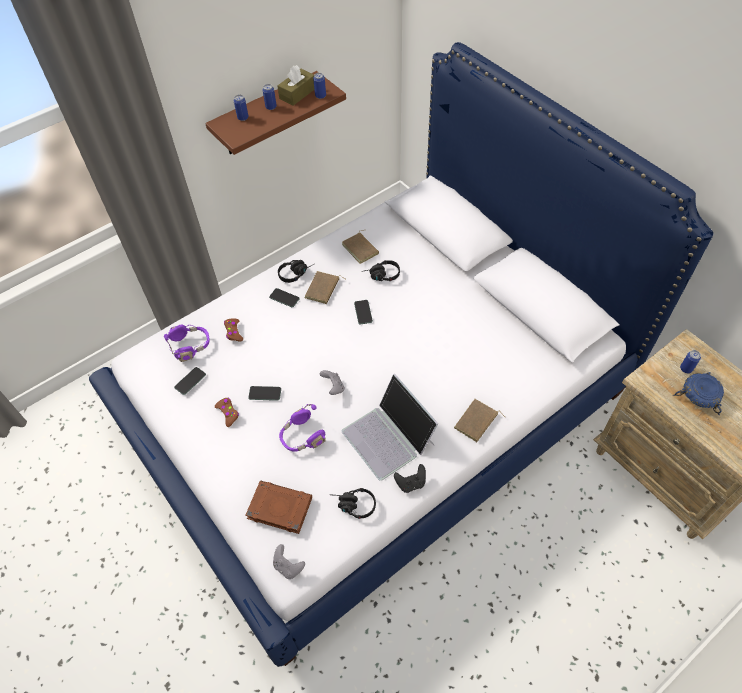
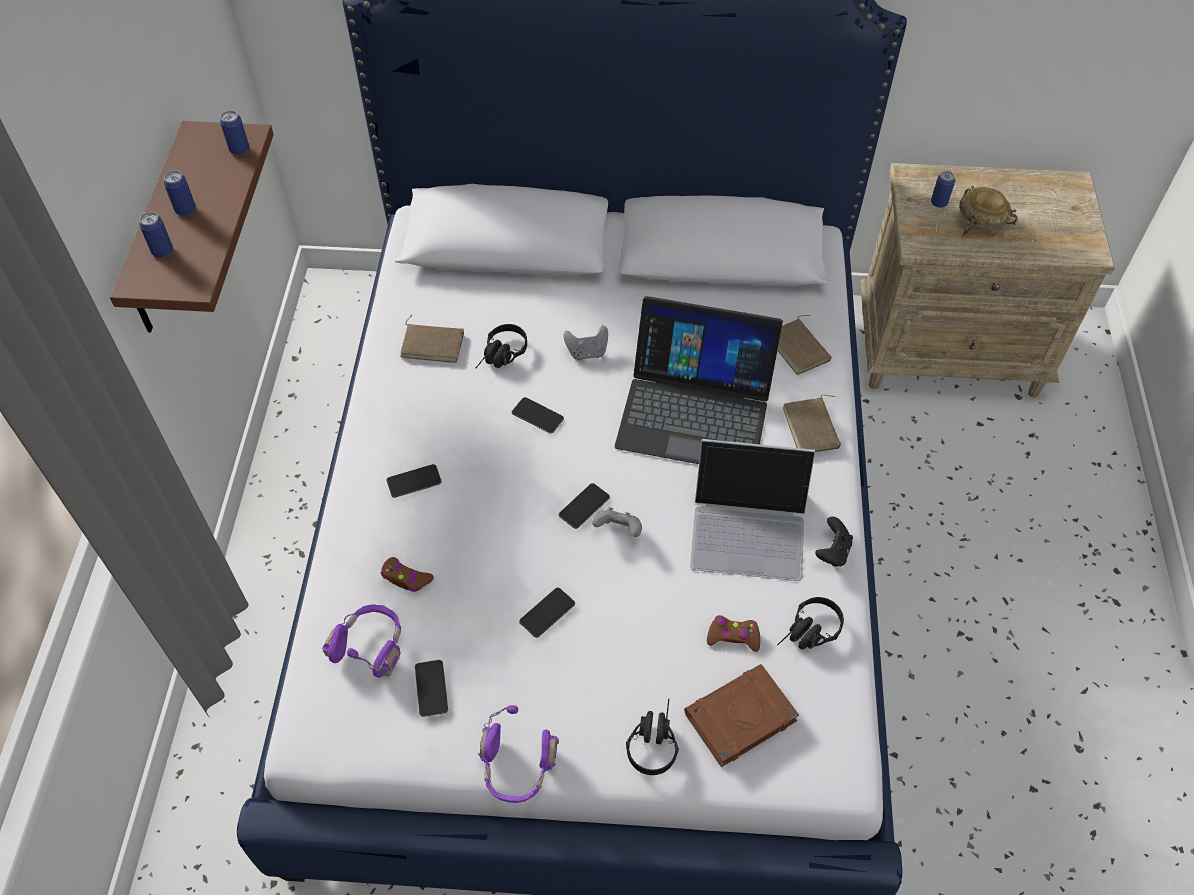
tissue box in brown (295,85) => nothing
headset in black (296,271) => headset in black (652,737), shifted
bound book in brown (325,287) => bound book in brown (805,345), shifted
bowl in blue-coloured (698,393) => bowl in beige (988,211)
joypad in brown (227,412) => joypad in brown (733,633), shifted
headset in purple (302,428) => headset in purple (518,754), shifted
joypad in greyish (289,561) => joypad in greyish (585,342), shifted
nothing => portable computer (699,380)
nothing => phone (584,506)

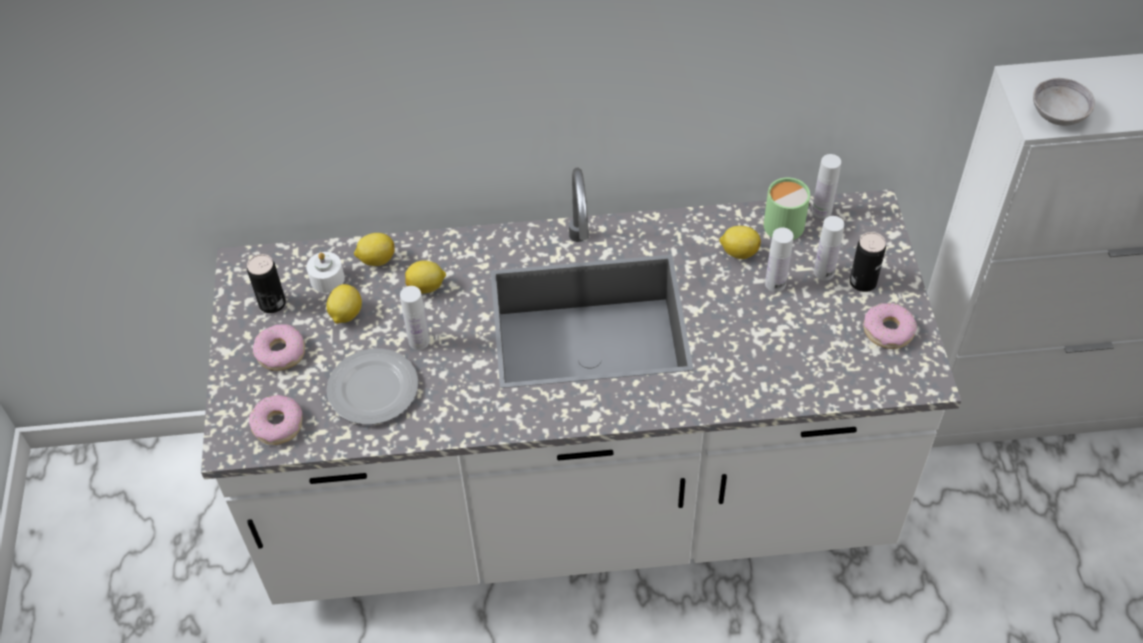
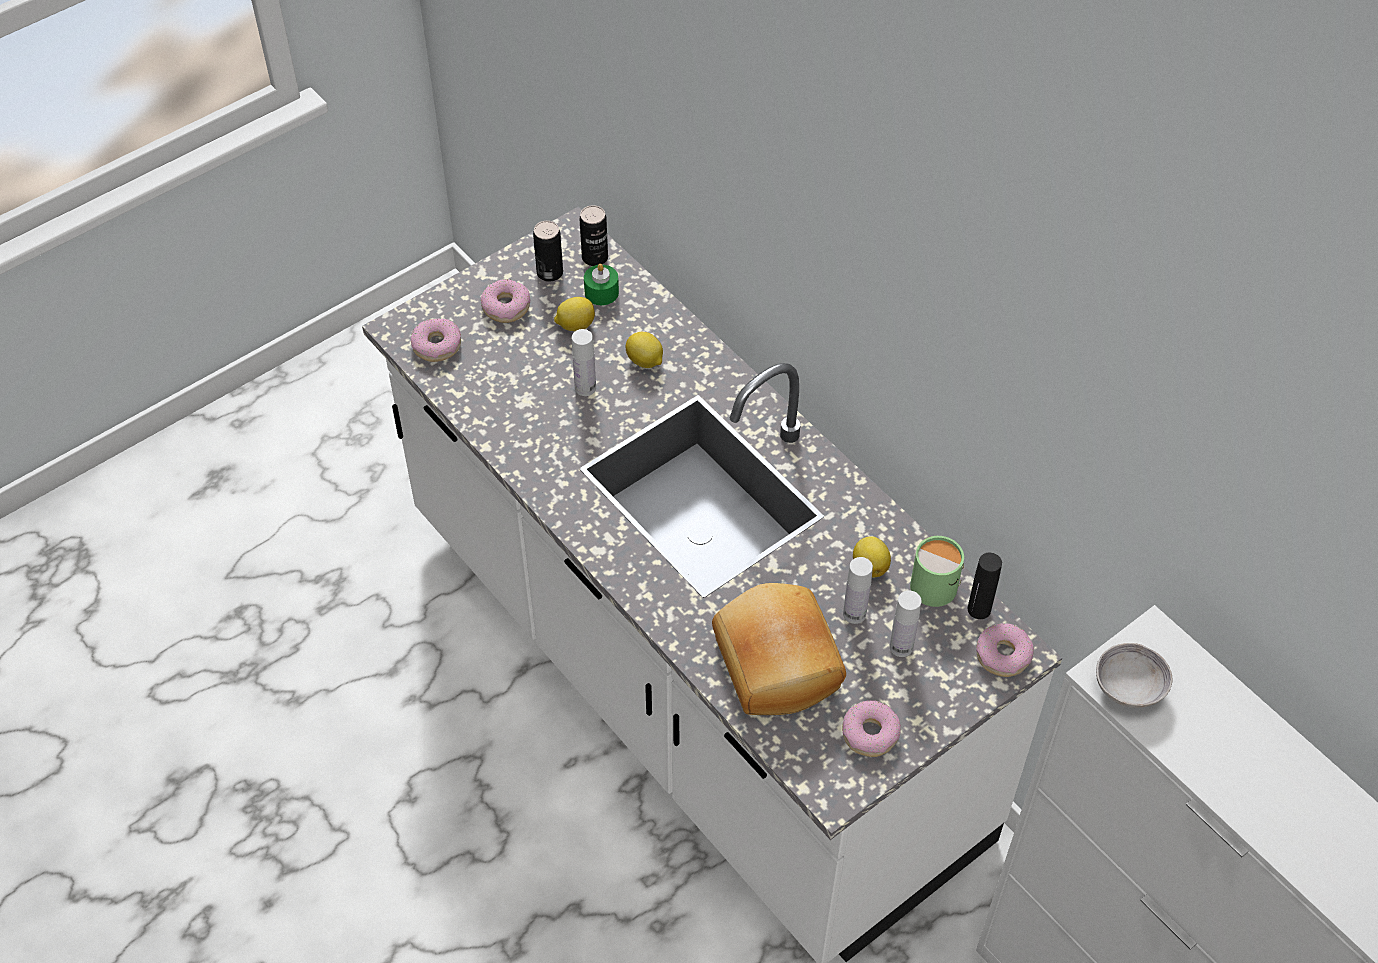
bottle in white-coloured (826,186) => bottle in black (985,586)
metal can (868,262) => metal can (594,235), shifted
lemon (374,249) => nothing
wax candle in white-coloured (325,272) => wax candle in green-coloured (601,284)
flat dish (372,386) => nothing
nothing => bread (779,649)
nothing => doughnut (1005,650)

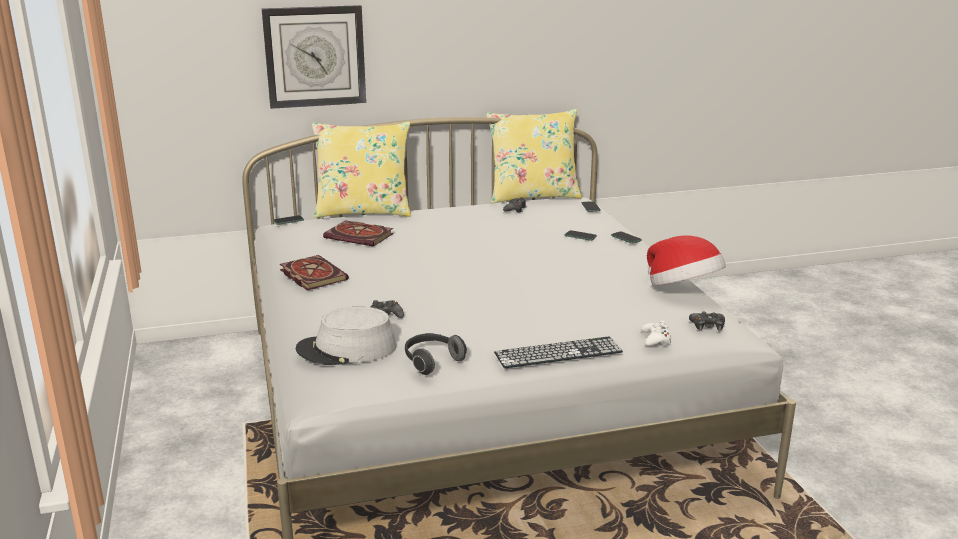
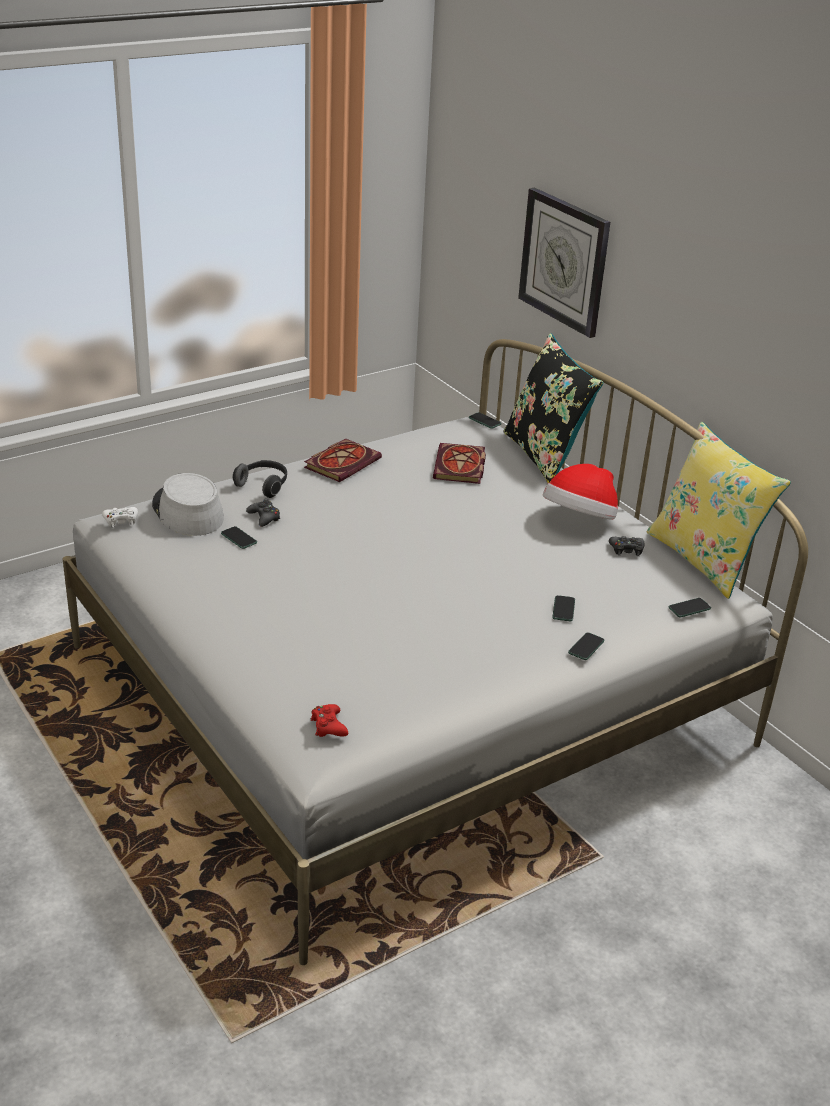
cushion in yellow (361,170) => cushion in black (553,408)
wearable hat (686,261) => wearable hat (580,492), shifted
joypad in black (707,321) => joypad in reddish (329,720)
joypad in white-coloured (656,333) => joypad in white-coloured (120,517), shifted
headset (436,354) => headset (259,479), shifted
computer keyboard (558,352) => nothing
nothing => phone (239,537)

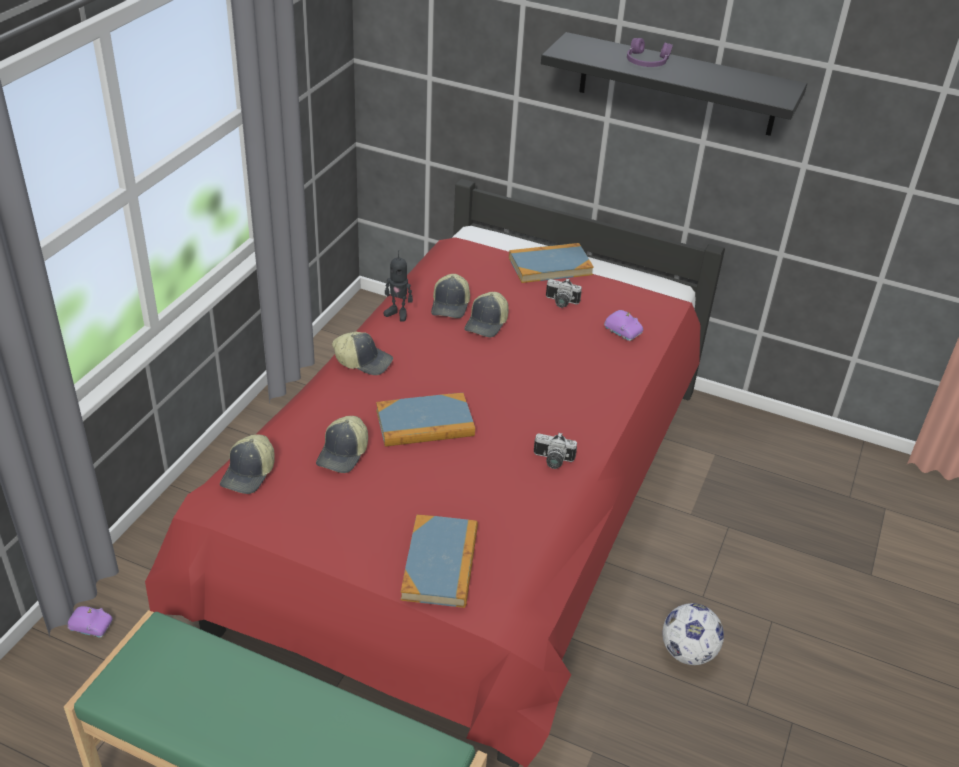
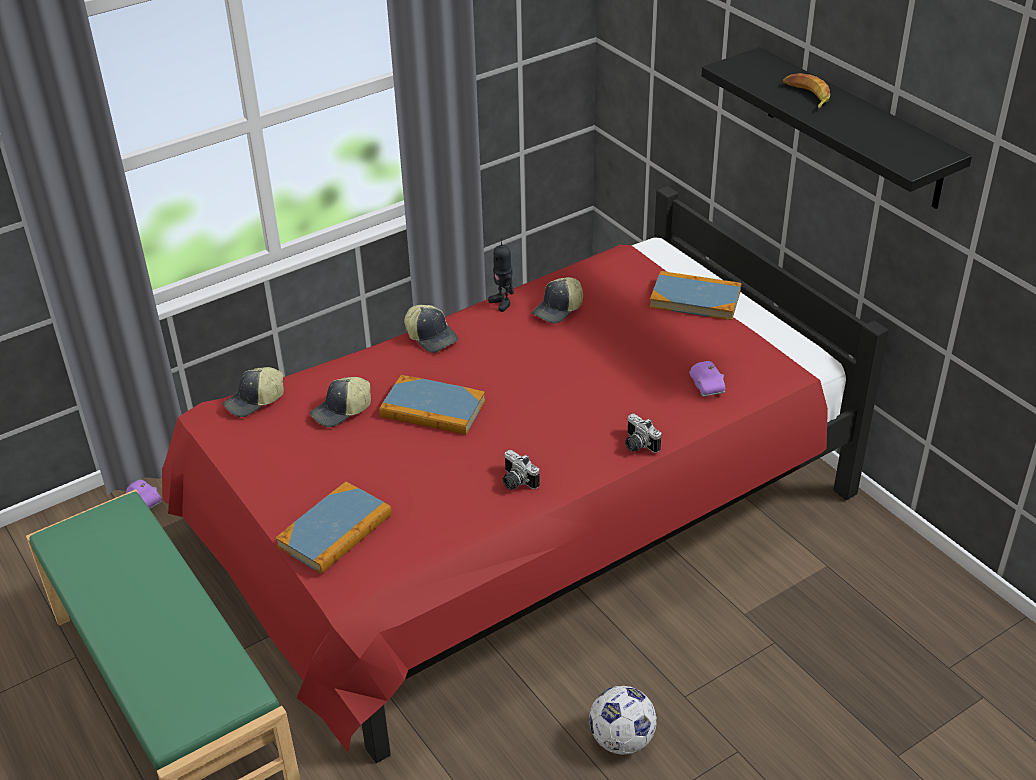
headset in purple (650,52) => banana (806,90)
photo camera (564,293) => photo camera (643,433), shifted
peaked cap (486,314) => nothing

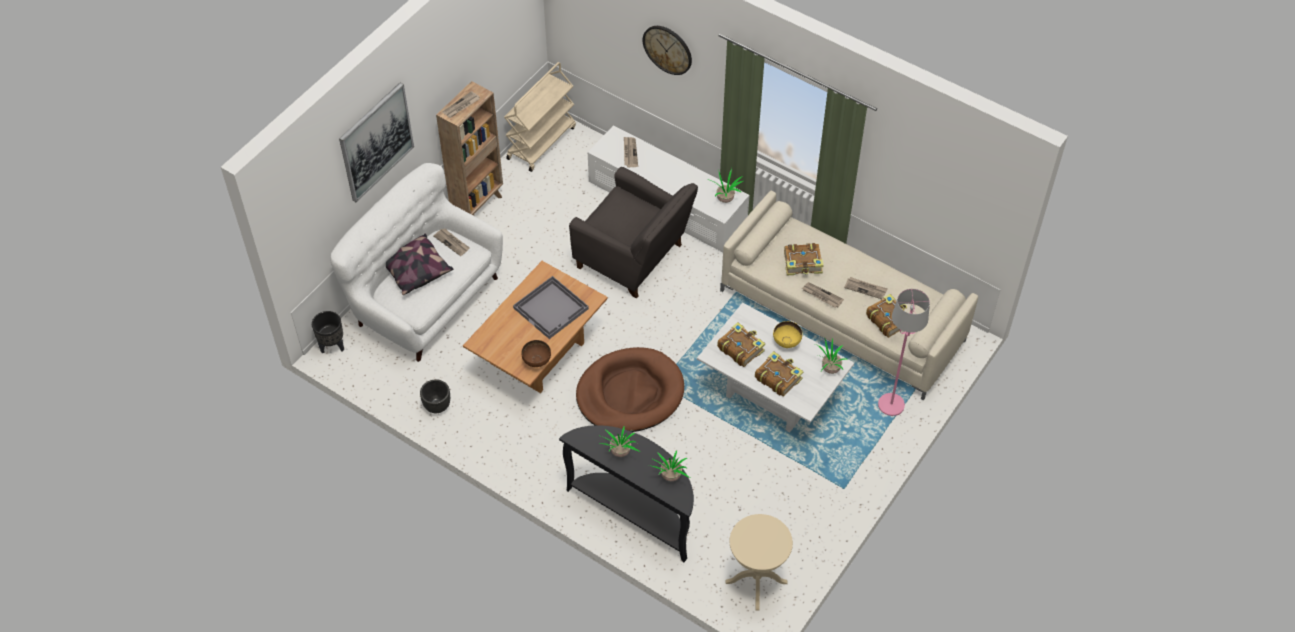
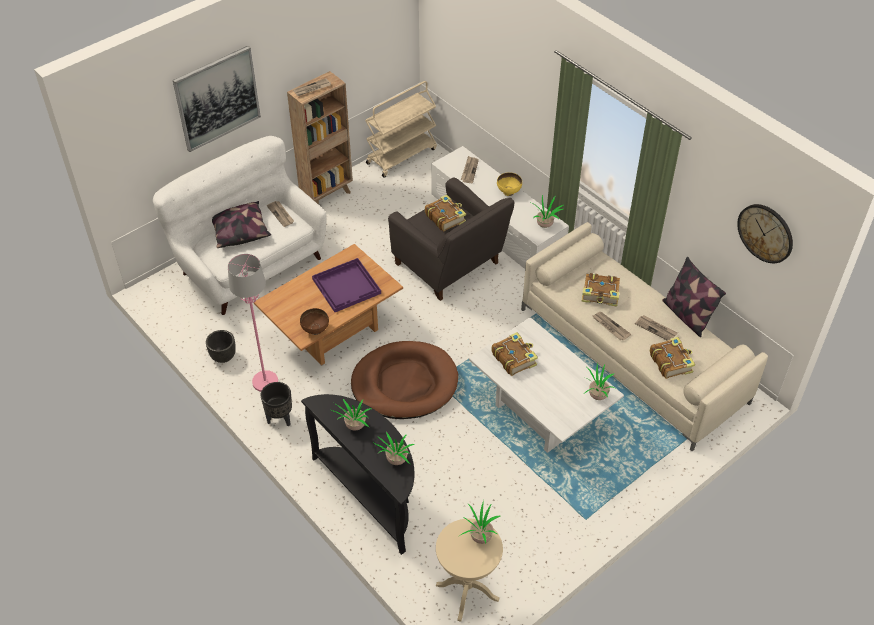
clock on the wall (667,50) => clock on the wall (765,233), shifted
carrying tray in greyish (551,307) => carrying tray in purple (346,285)
standard lamp in pink-coloured (904,352) => standard lamp in pink-coloured (253,323), shifted
planter in black (328,332) => planter in black (276,404), shifted
bowl in yellow (787,334) => bowl in yellow (509,184), shifted
bound book (779,374) => bound book (445,213), shifted
nothing => cushion (694,297)
nothing => potted plant (479,522)

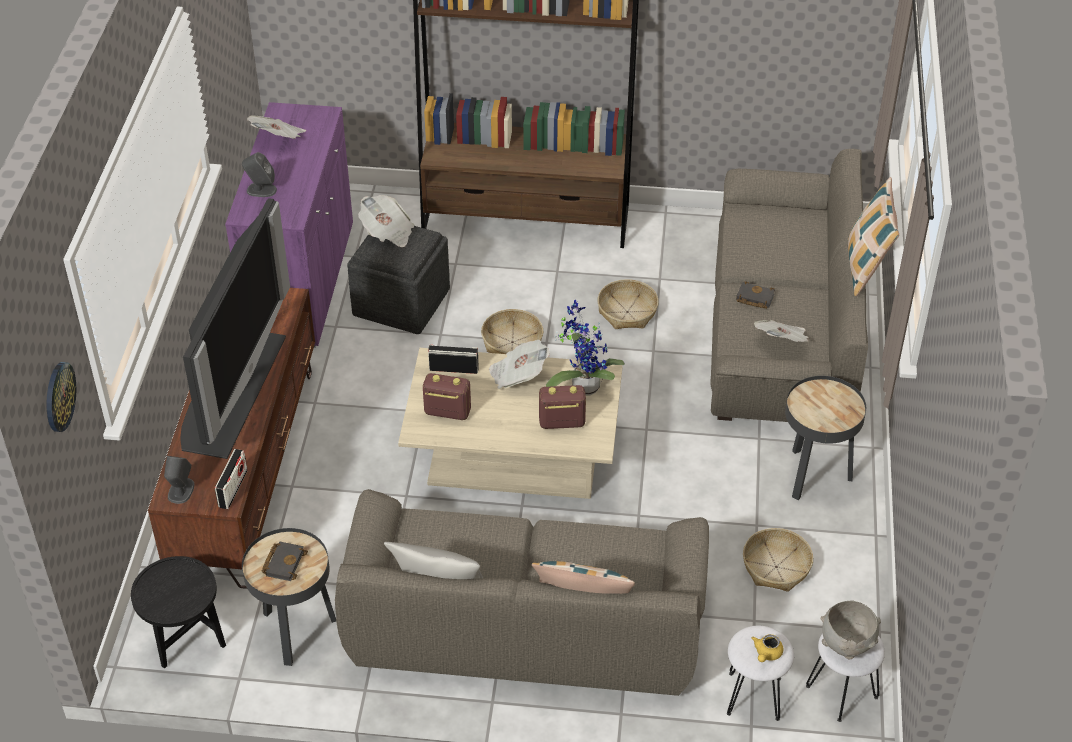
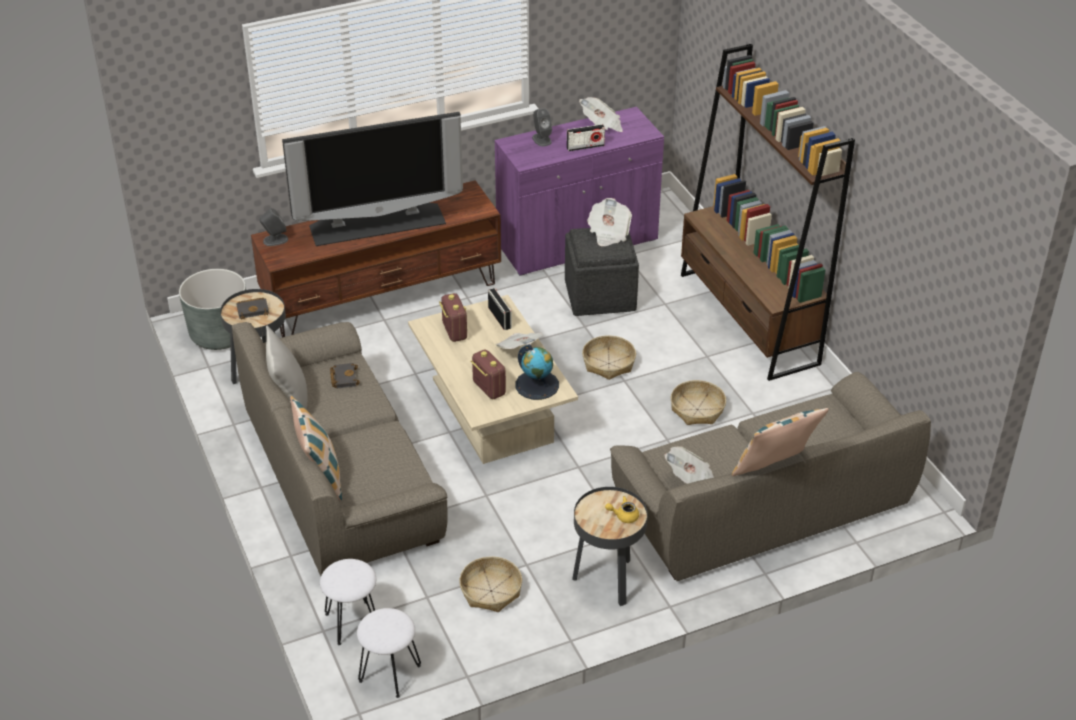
bound book in black (755,295) => bound book in black (345,375), shifted
potted plant (585,348) => globe (537,372)
clock on the wall (61,397) => nothing
radio (231,479) => radio (586,137), shifted
accent table in black (178,612) => planter in greyish (212,309)
bowl in greyish (851,630) => nothing
teapot in yellow (767,648) => teapot in yellow (622,509), shifted

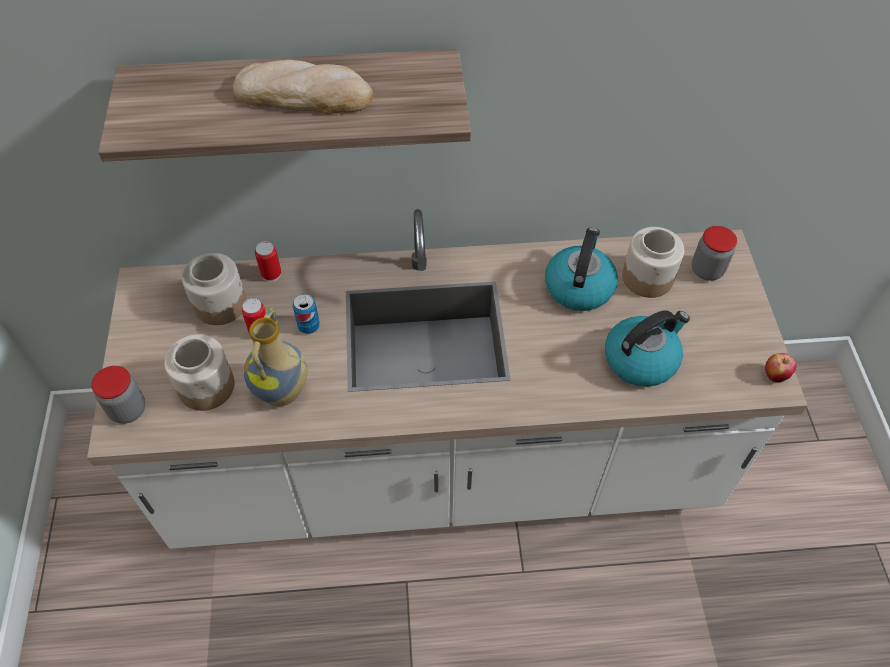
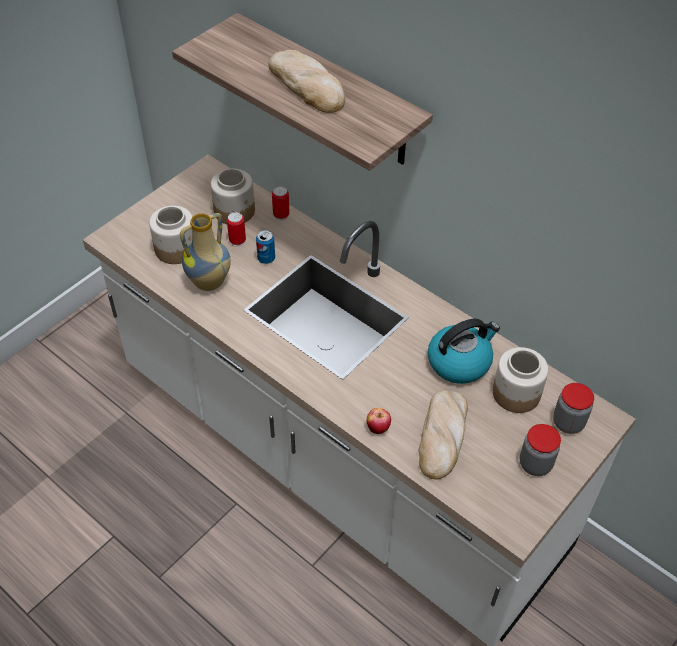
water kettle (647,348) => bread (443,435)
whole apple (781,368) => whole apple (379,421), shifted
jar (118,395) => jar (540,450), shifted

